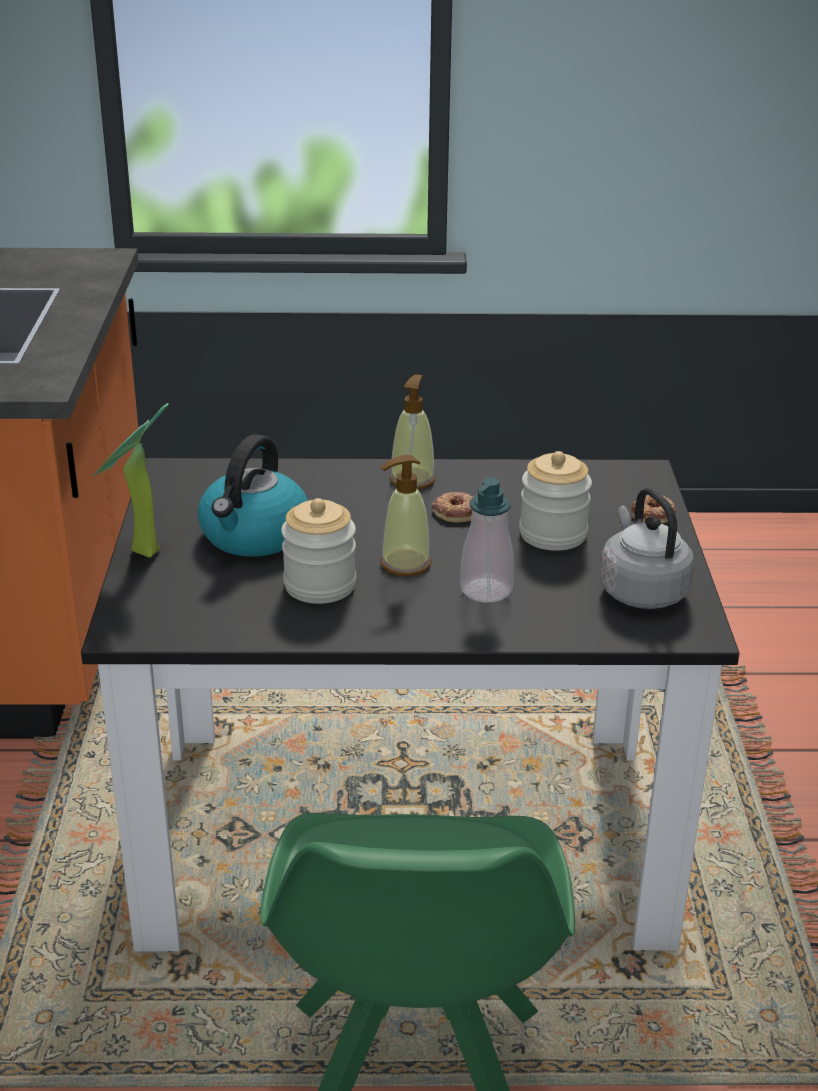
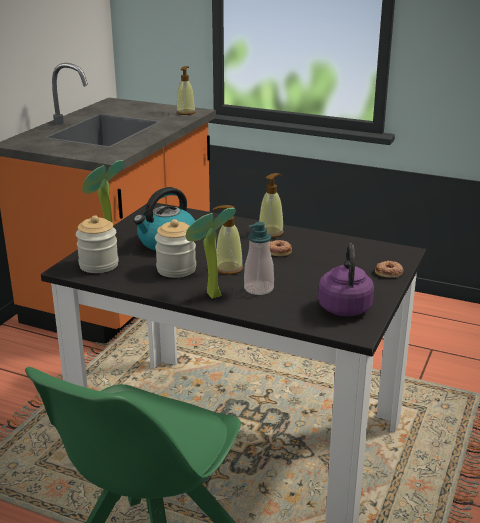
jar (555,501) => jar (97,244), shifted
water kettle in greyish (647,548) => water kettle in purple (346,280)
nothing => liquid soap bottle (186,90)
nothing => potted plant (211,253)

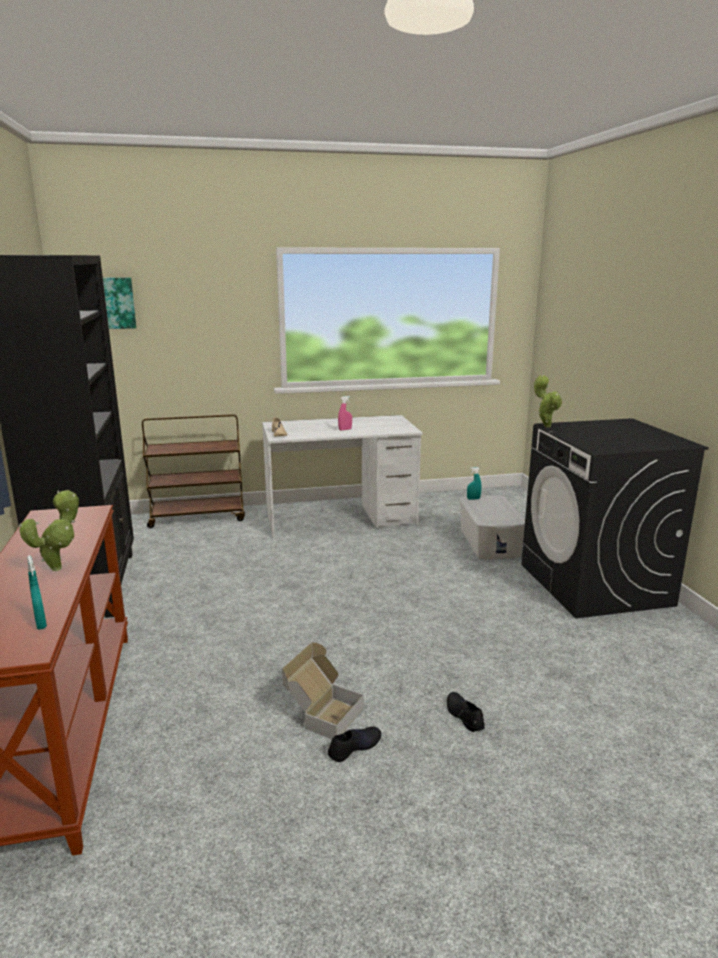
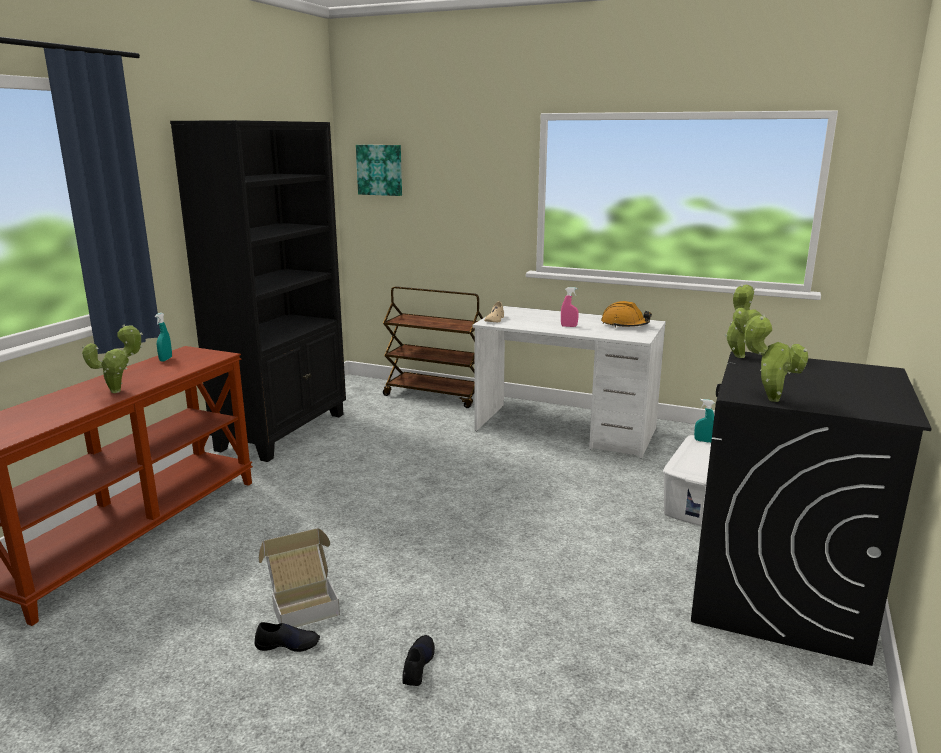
spray bottle in turquoise (37,592) => spray bottle in turquoise (163,337), shifted
nothing => work helmet in orange (626,314)
nothing => potted plant (775,358)

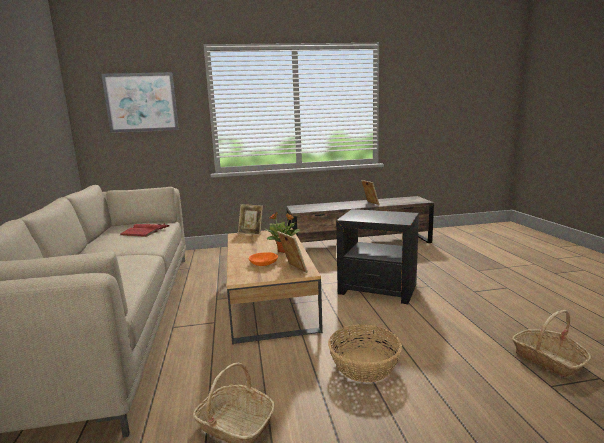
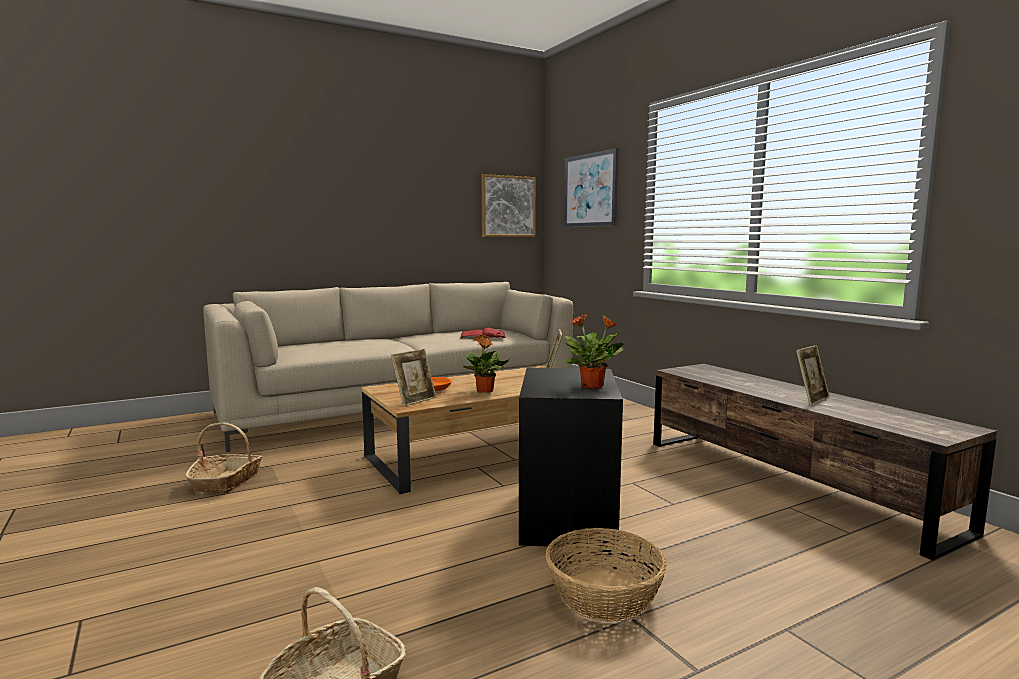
household basket (365,354) => household basket (606,575), shifted
nothing => picture (509,205)
nothing => potted plant (594,351)

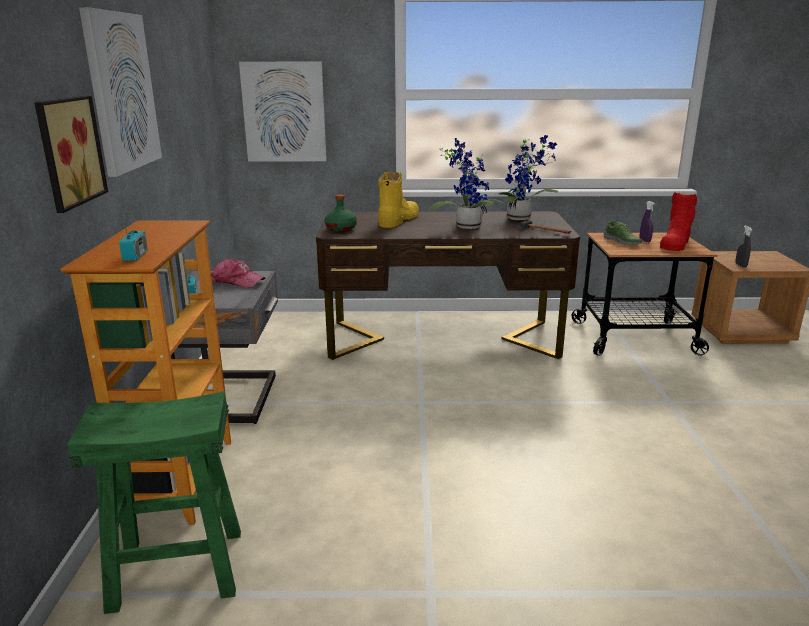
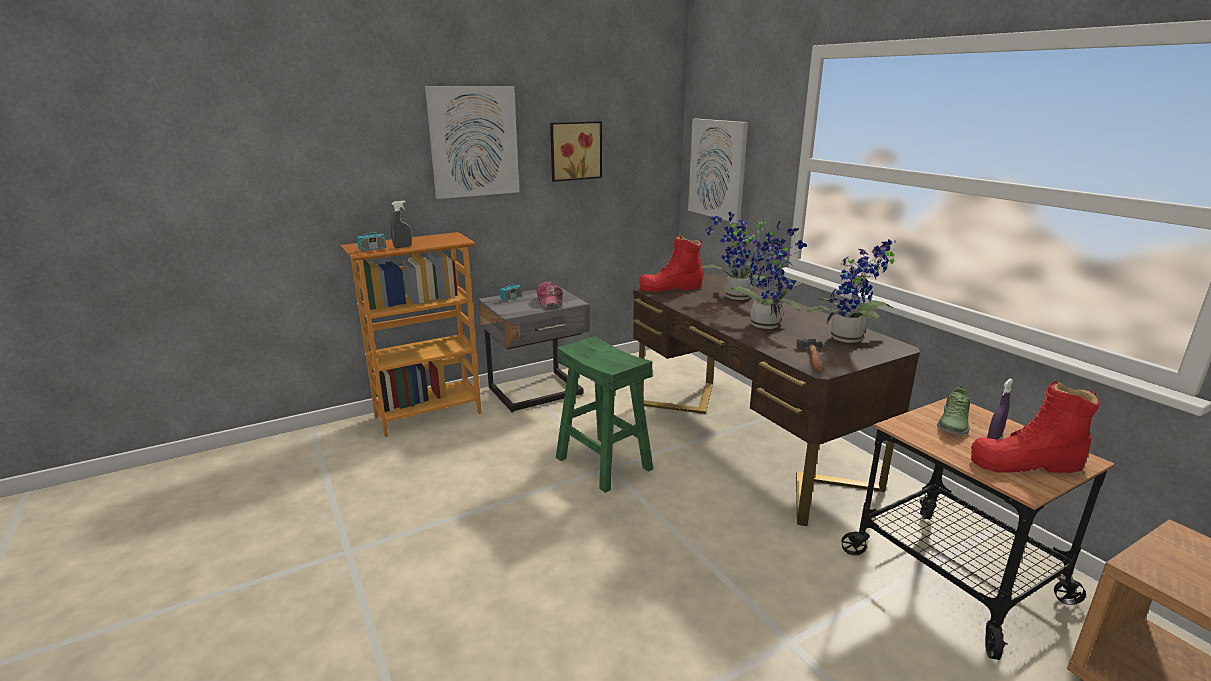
picture (71,154) => picture (576,151), shifted
boot in yellow (398,200) => potted plant (733,255)
bottle in green-coloured (341,213) => boot in reddish (671,264)
spray bottle in greyish (744,246) => spray bottle in greyish (401,224), shifted
stool seat in green-coloured (154,502) => stool seat in green-coloured (604,414), shifted

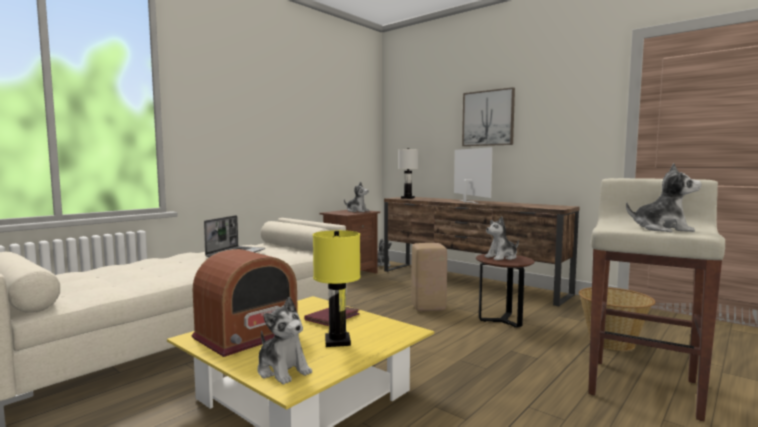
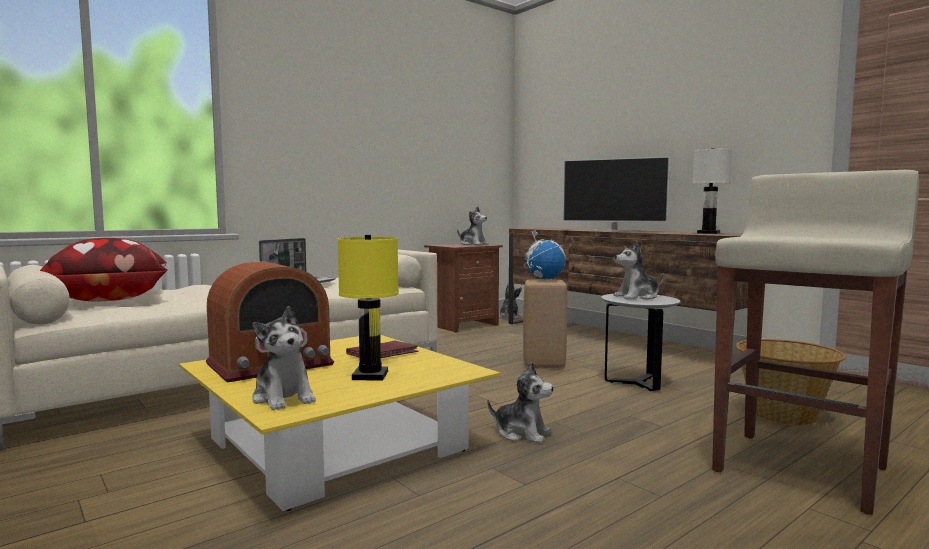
picture (488,116) => nothing
TV set (473,175) => TV set (616,193), 120 degrees clockwise
table lamp in white-coloured (408,173) => table lamp in white-coloured (712,191), shifted
cuddly toy (663,197) => cuddly toy (520,402), shifted
accent table in brown (505,291) => accent table in greyish (641,342)
nothing => globe (545,254)
nothing => cushion (104,270)

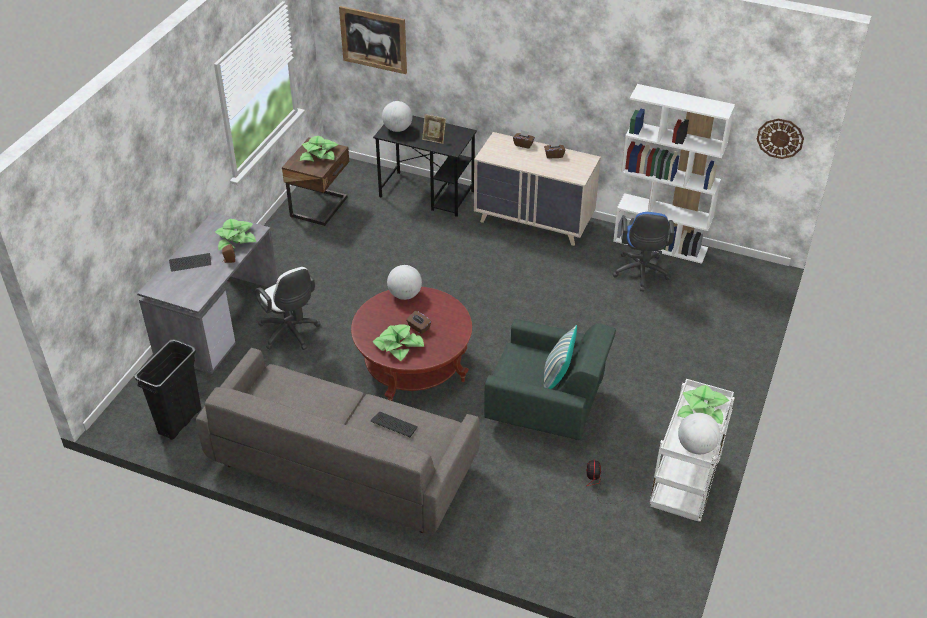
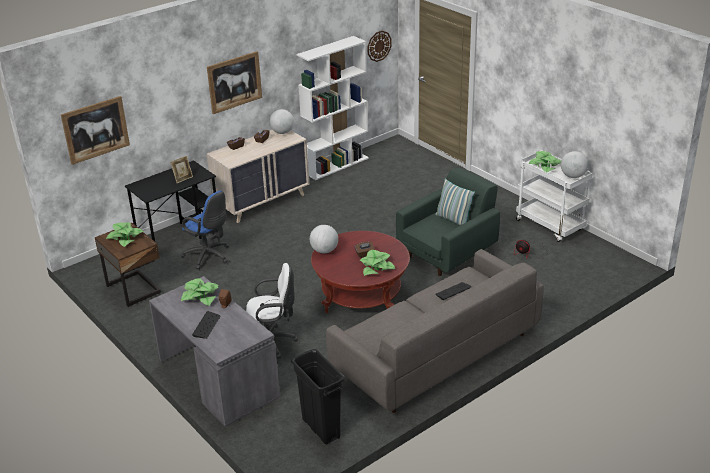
globe (397,116) => globe (282,121), shifted
computer chair in blue-coloured (643,251) => computer chair in blue-coloured (205,230), shifted
nothing => picture (234,82)

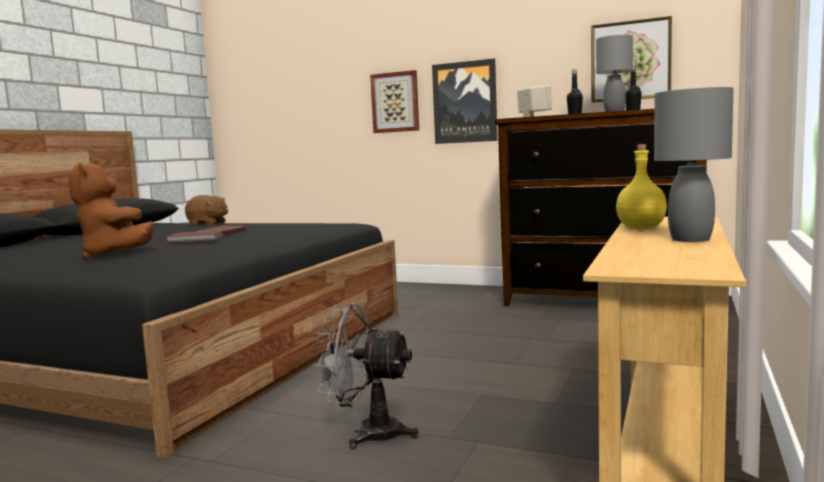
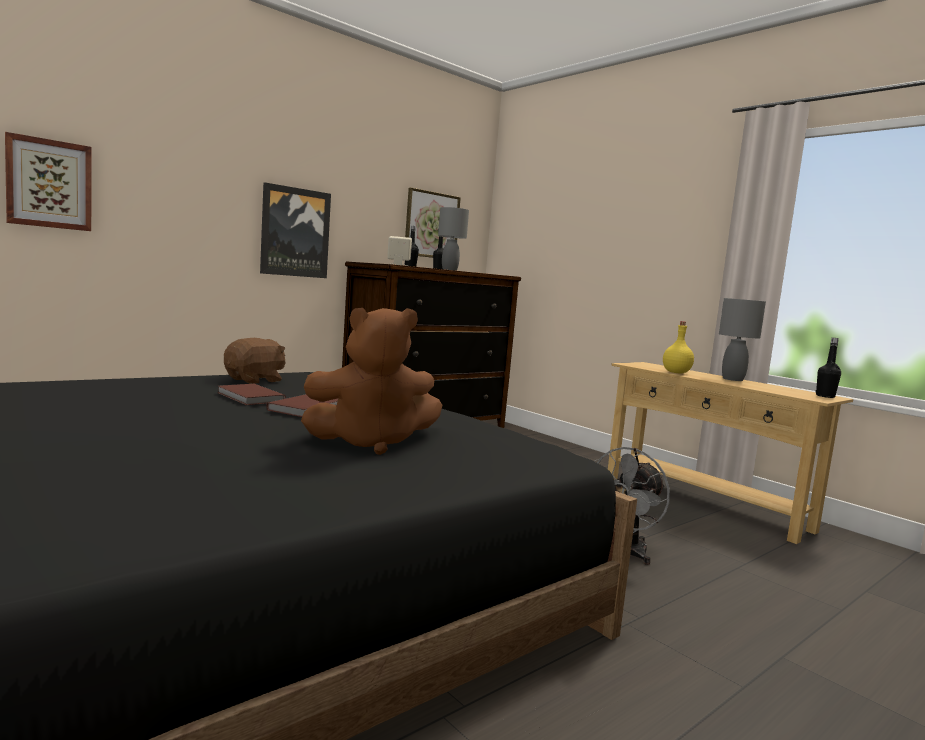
picture (394,101) => picture (48,181), shifted
cuddly toy in brown (206,210) => cuddly toy in brown (254,361), shifted
nothing => bottle in black (828,368)

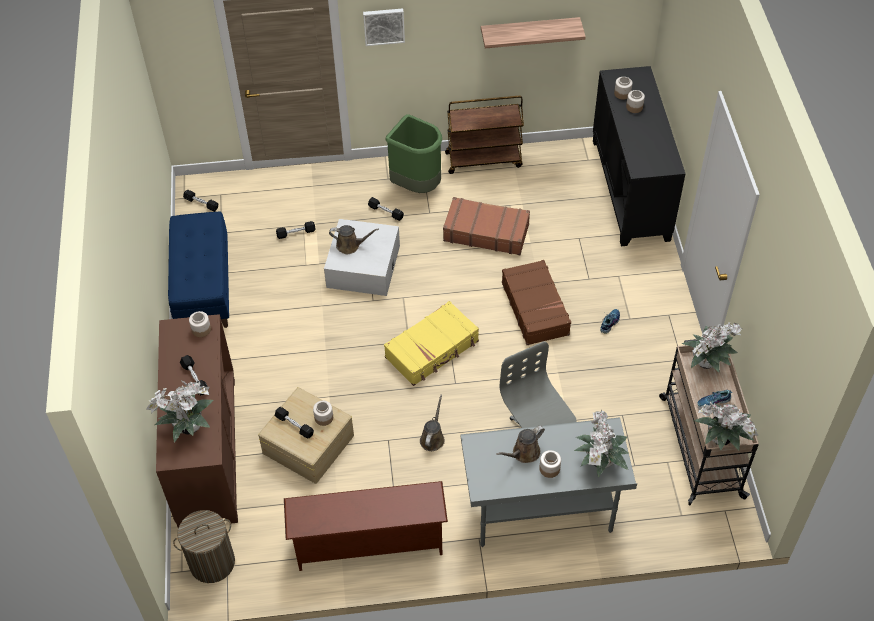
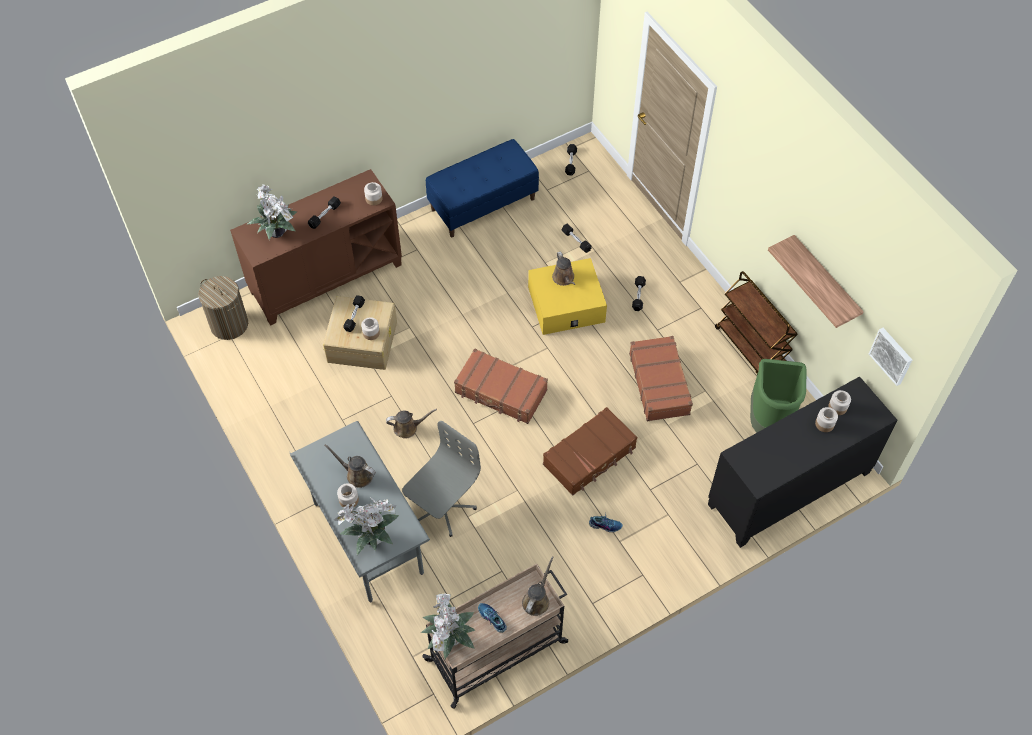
picture (384,27) => picture (890,357), shifted
trash can in green-coloured (413,153) => trash can in green-coloured (778,396), shifted
storage box in white-coloured (362,257) => storage box in yellow (567,296)
piece of luggage in yellow (431,343) => piece of luggage in brown (501,386)
potted plant (711,347) => sprinkling can in brown (538,586)
shoe stand in brown (366,526) => nothing

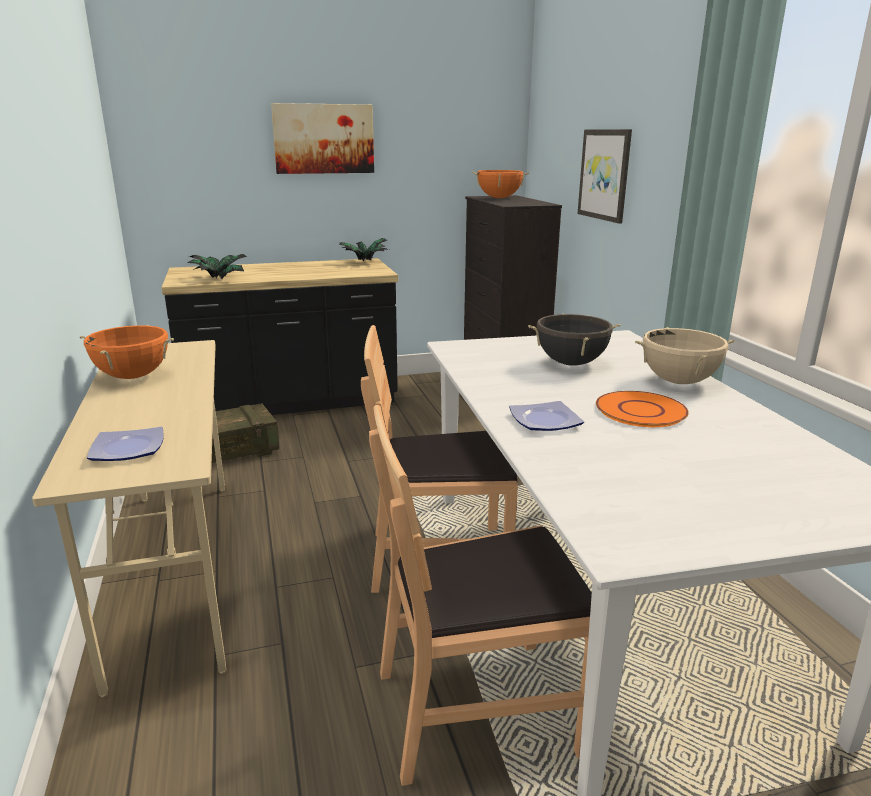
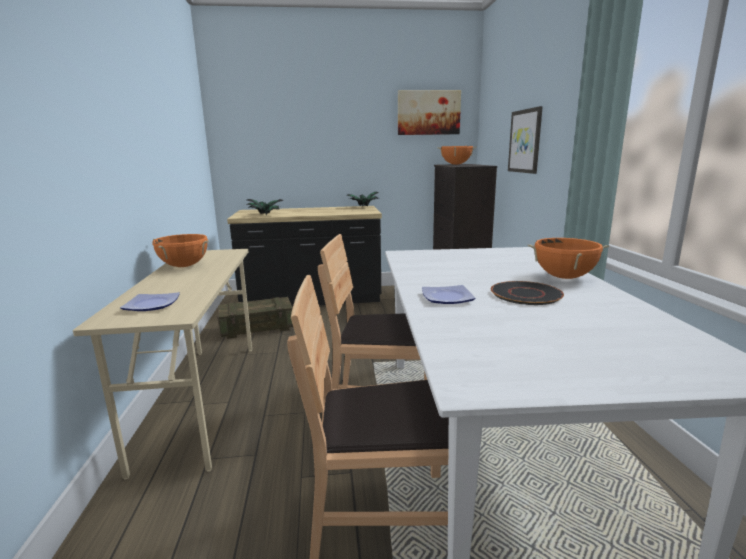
picture (322,138) => picture (429,112), shifted
cooking pot in black (574,339) => nothing
cooking pot in beige (685,355) => cooking pot in orange (568,258)
flat dish in orange (642,409) => flat dish in black (527,293)

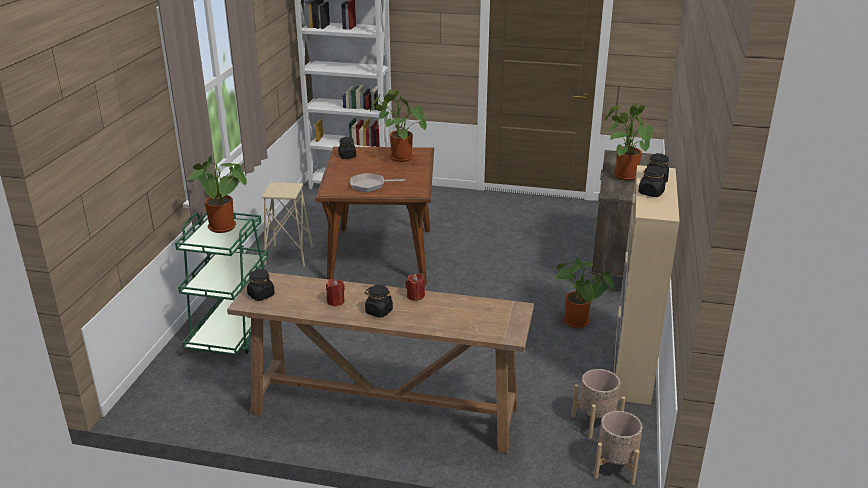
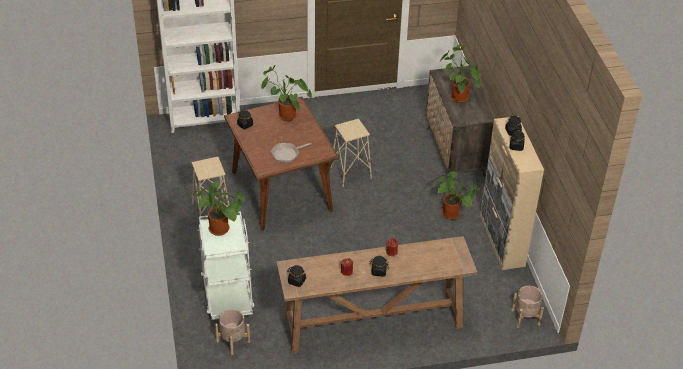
wheeled cart in green-coloured (221,284) => wheeled cart in white-coloured (226,265)
planter in beige (599,404) => planter in beige (232,332), shifted
nothing => stool seat in beige (351,153)

